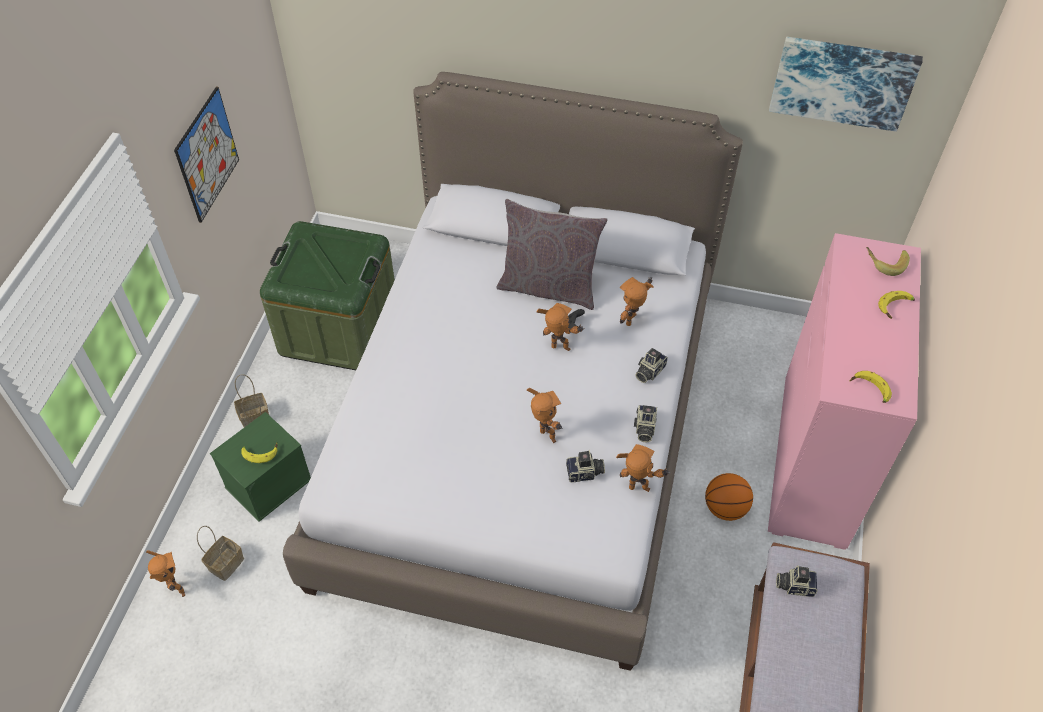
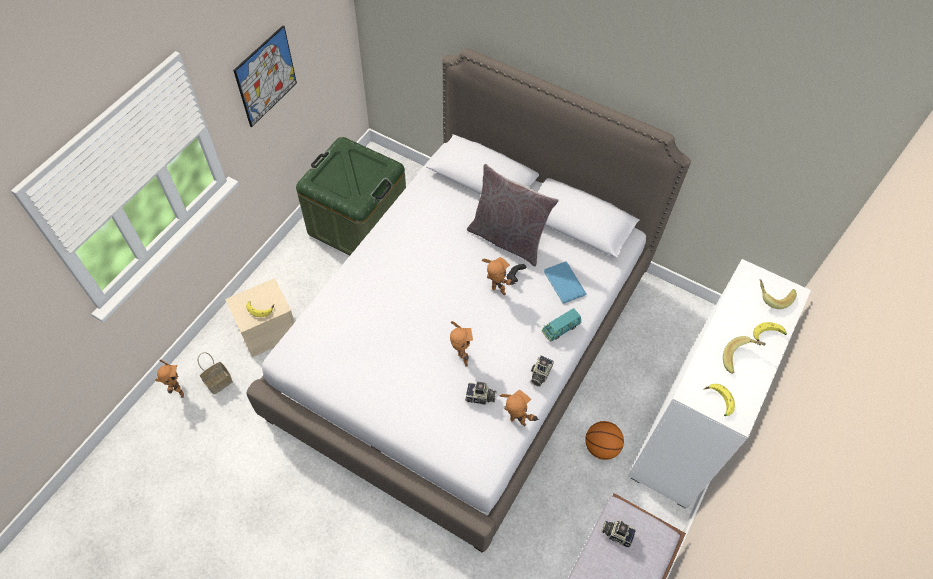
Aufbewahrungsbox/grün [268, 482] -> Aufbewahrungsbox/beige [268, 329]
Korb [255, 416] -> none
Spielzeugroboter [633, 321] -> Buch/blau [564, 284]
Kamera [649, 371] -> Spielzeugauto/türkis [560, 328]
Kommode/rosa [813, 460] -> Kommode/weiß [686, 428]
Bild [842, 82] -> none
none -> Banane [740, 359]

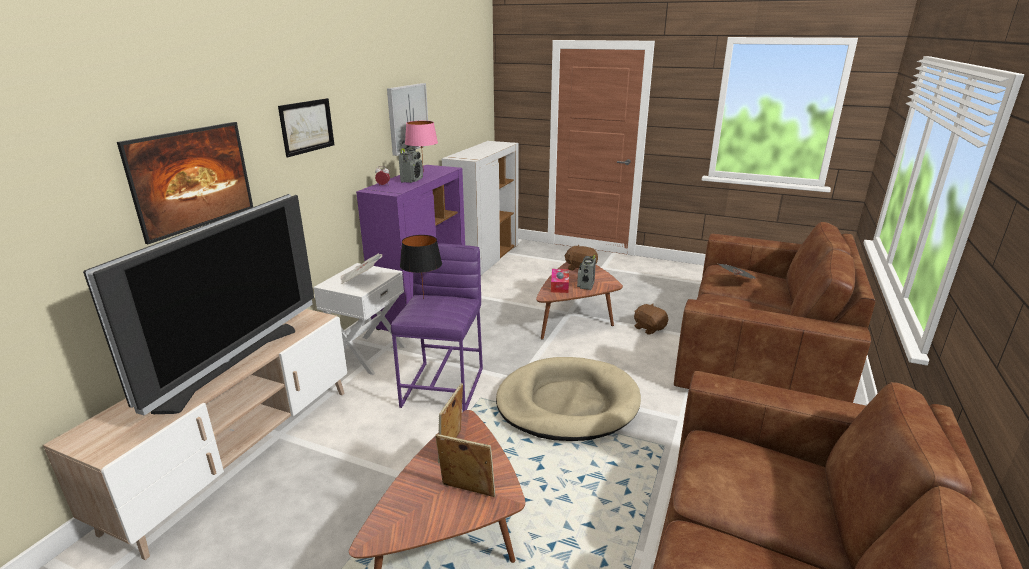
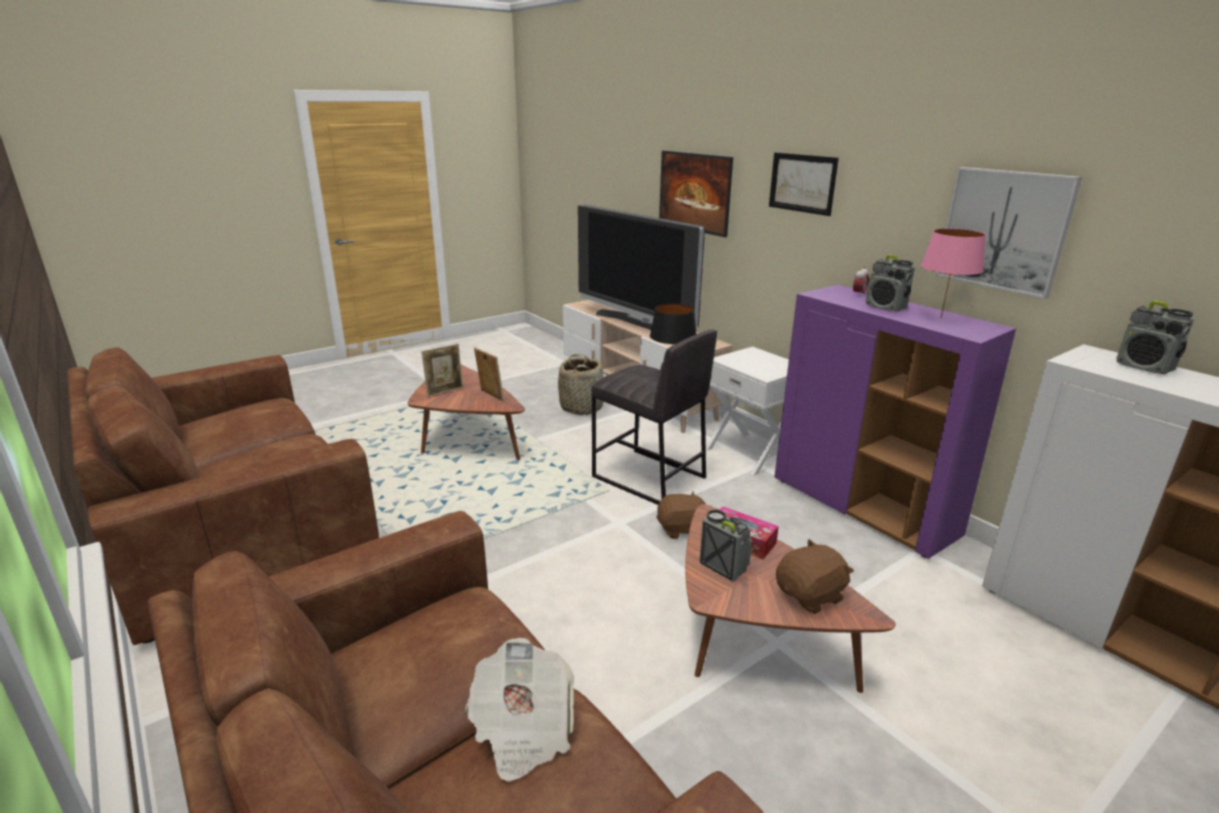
Zeitung [361, 279] -> none
Hocker/lila [444, 386] -> Hocker/grau [649, 477]
Hundebett/beige [567, 403] -> none
Plüschtier/braun [649, 328] -> Plüschtier/braun [682, 529], relocated
none -> Korb [581, 407]
none -> Radio [1144, 367]

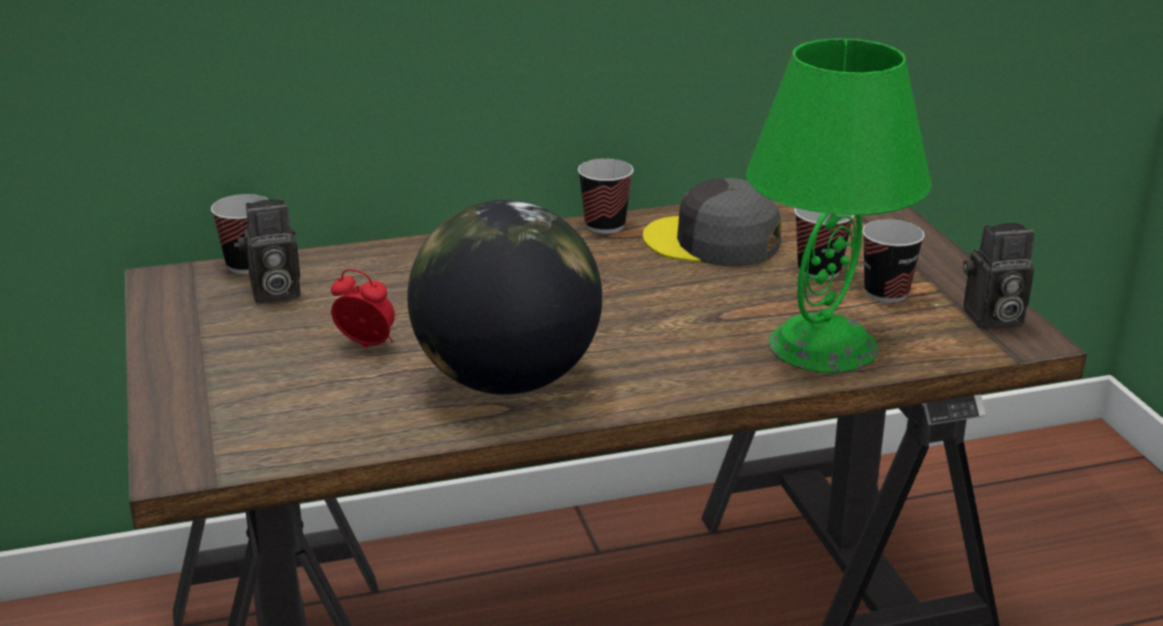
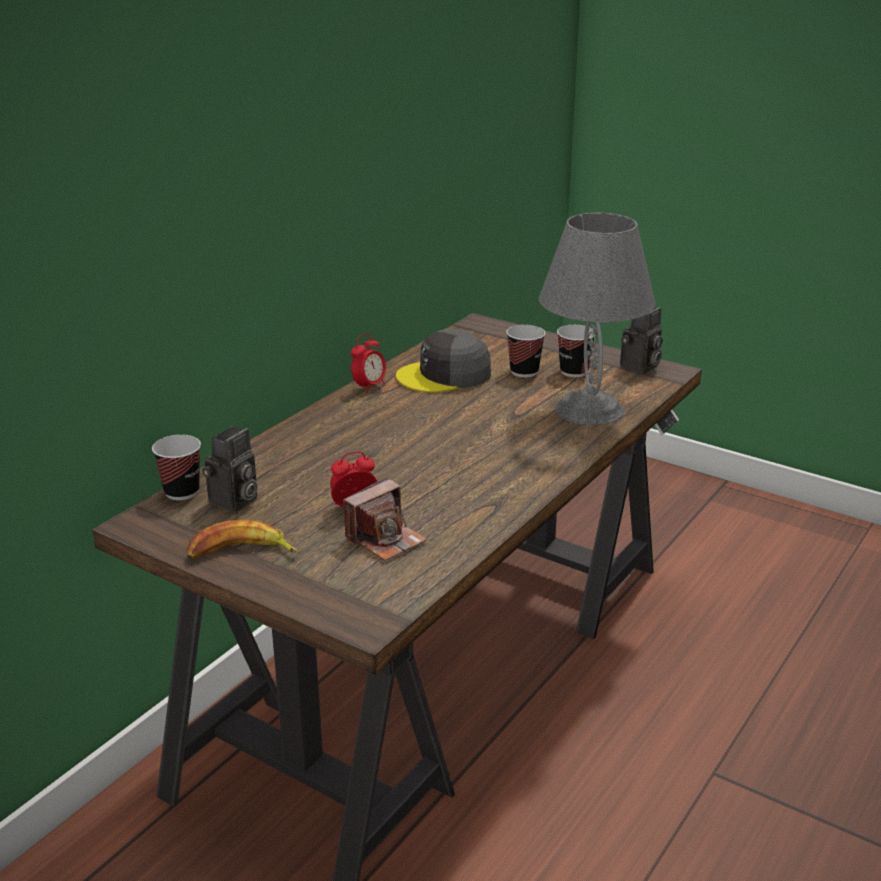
Globus [507, 380] -> none
Tasse [605, 226] -> Wecker [369, 387]
Tischlampe/grün [823, 346] -> Tischlampe/grau [590, 409]
none -> Banane [241, 553]
none -> Kamera [385, 539]

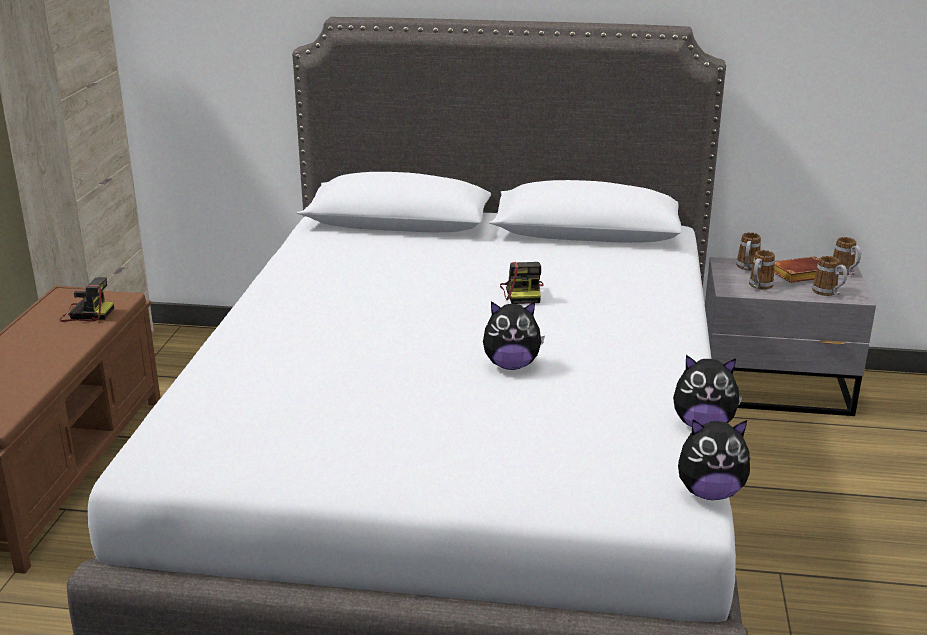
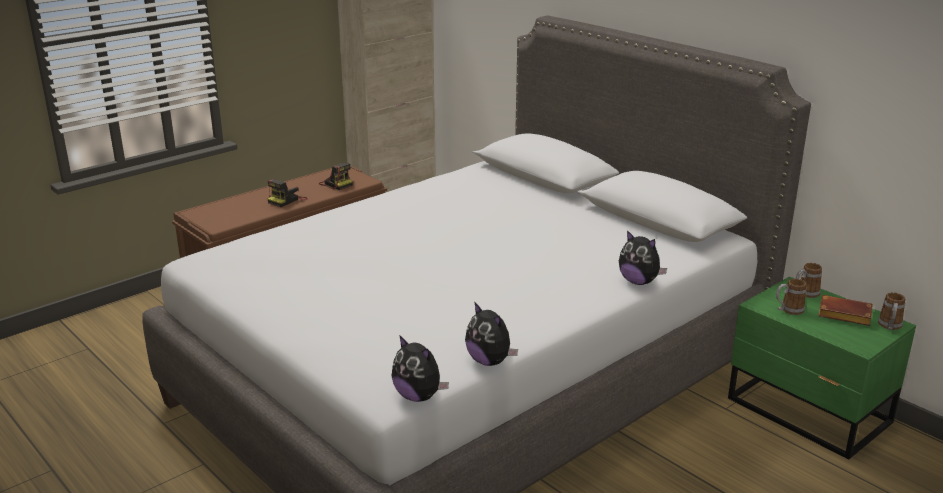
Plüschtier [511, 365] -> Plüschtier [639, 282], relocated
Kamera [523, 293] -> Kamera [287, 200], relocated
Nachttisch/grau [776, 389] -> Nachttisch/grün [809, 412]
Henkelbecher [828, 293] -> none

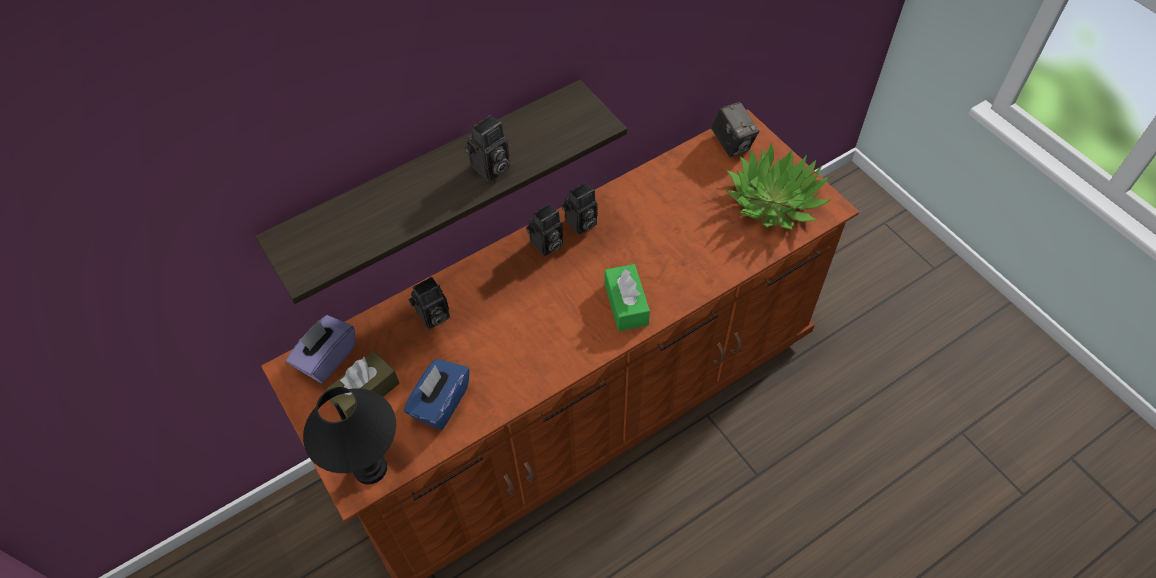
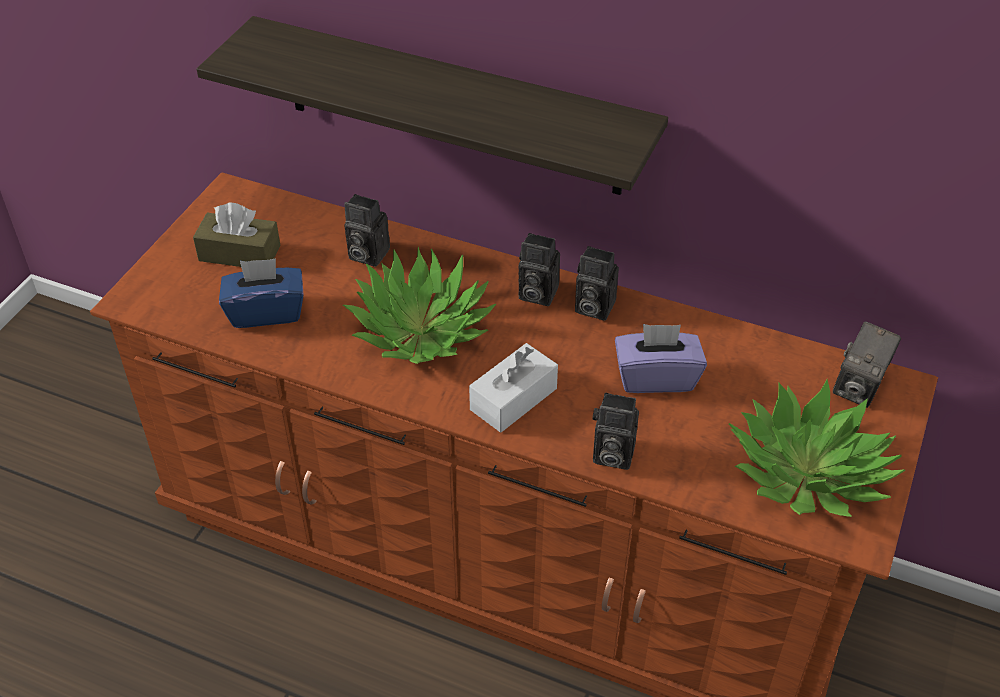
Taschentuchbox/lila [327, 358] -> Taschentuchbox/lila [656, 377], relocated
Tischlampe/schwarz [370, 467] -> none
Kamera [490, 169] -> Kamera [610, 455], relocated
Taschentuchbox/grün [626, 304] -> Taschentuchbox/weiß [513, 399]
none -> Topfpflanze [421, 329]

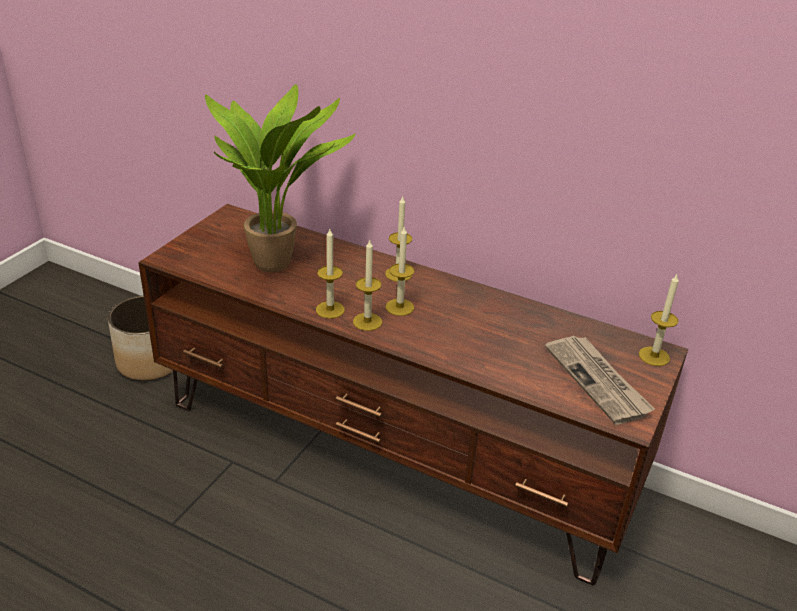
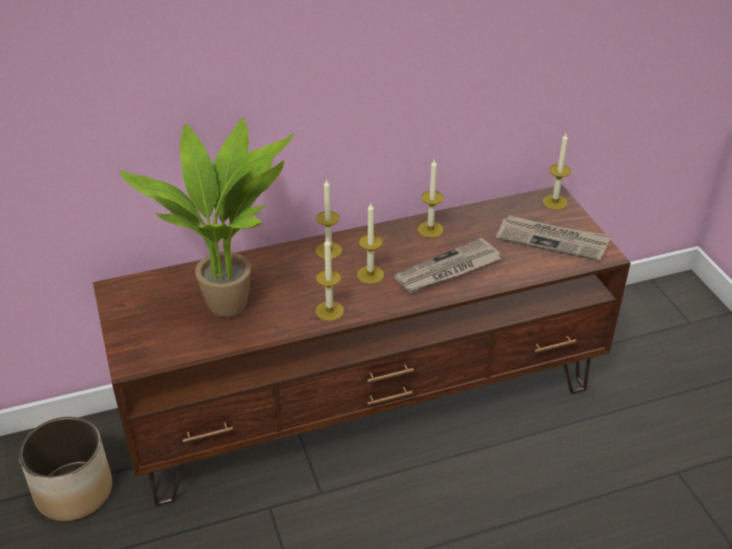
Kerze [367, 322] -> Kerze [430, 229], relocated
none -> Zeitung [448, 270]

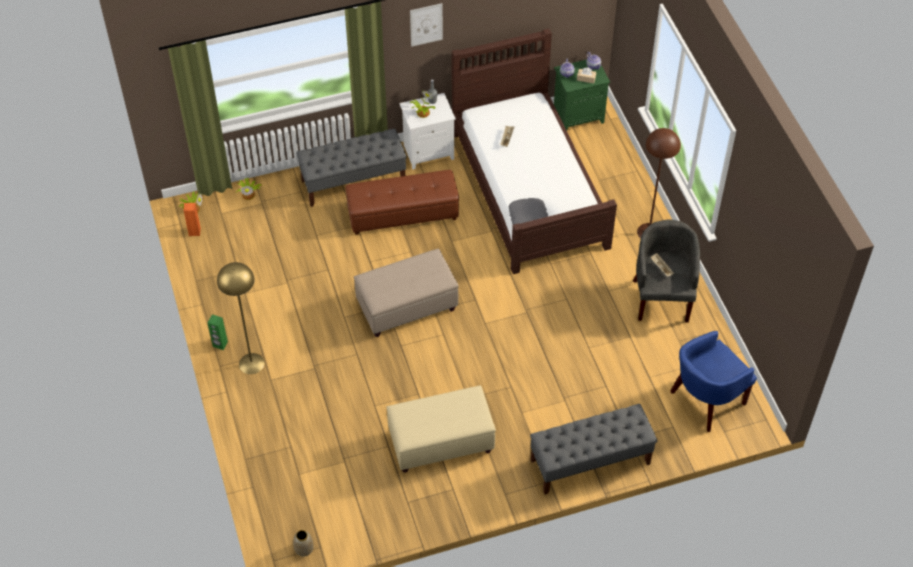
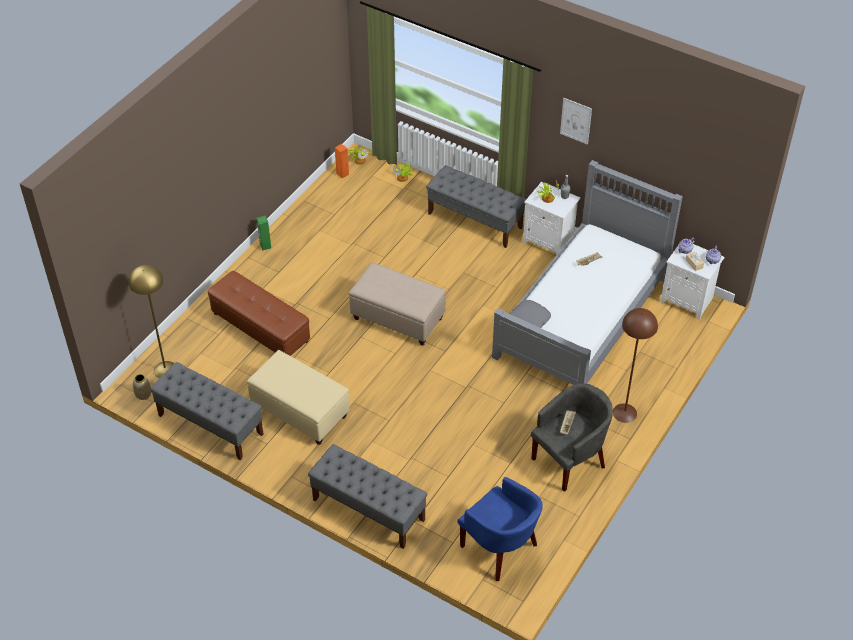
Stehlampe/gelb [251, 363] -> Stehlampe/gelb [165, 370], relocated
Polsterhocker/braun [402, 214] -> Polsterhocker/braun [260, 327], relocated
Bett/braun [528, 188] -> Bett/grau [582, 316]
Nachttisch/grün [578, 115] -> Nachttisch/weiß [688, 300]
Sessel/blau [706, 400] -> Sessel/blau [500, 549], 150 degrees counterclockwise
none -> Bank/grau [210, 425]

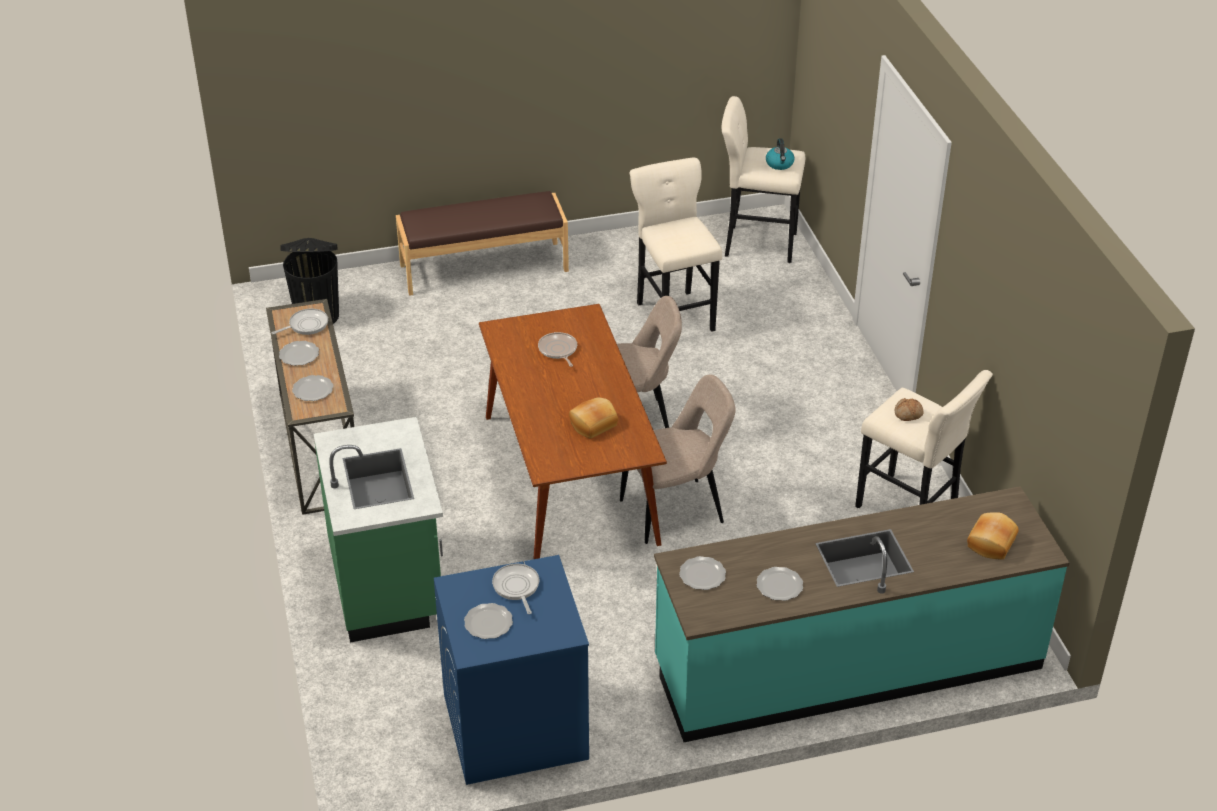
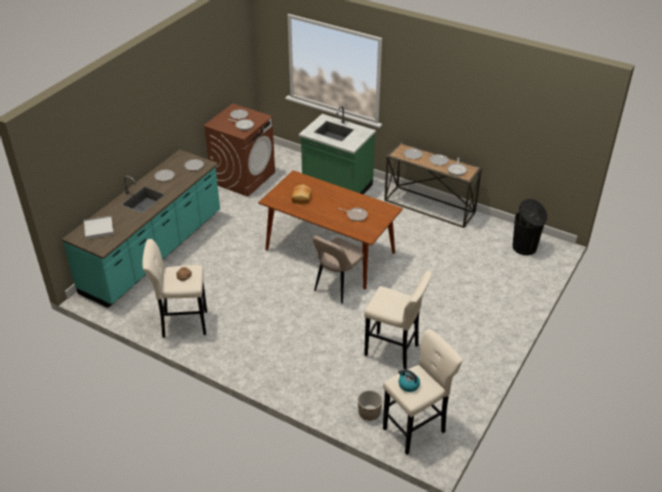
Bank/braun [484, 267] -> none
Waschmaschine/blau [514, 727] -> Waschmaschine/braun [243, 177]
Stuhl/beige [676, 510] -> none
Brot [990, 542] -> Tablett/weiß [99, 229]
none -> Pflanzkübel [369, 413]

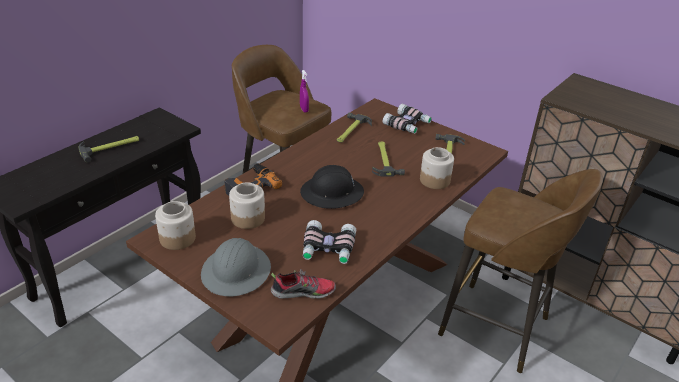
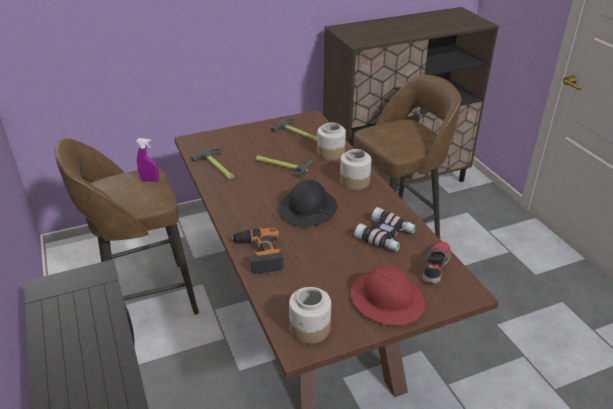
Hammer [110, 148] -> none
Schutzhelm/grau [236, 271] -> Schutzhelm/rot [387, 299]
Vorratsglas [248, 218] -> Vorratsglas [354, 181], relocated
Fernglas [407, 124] -> none

